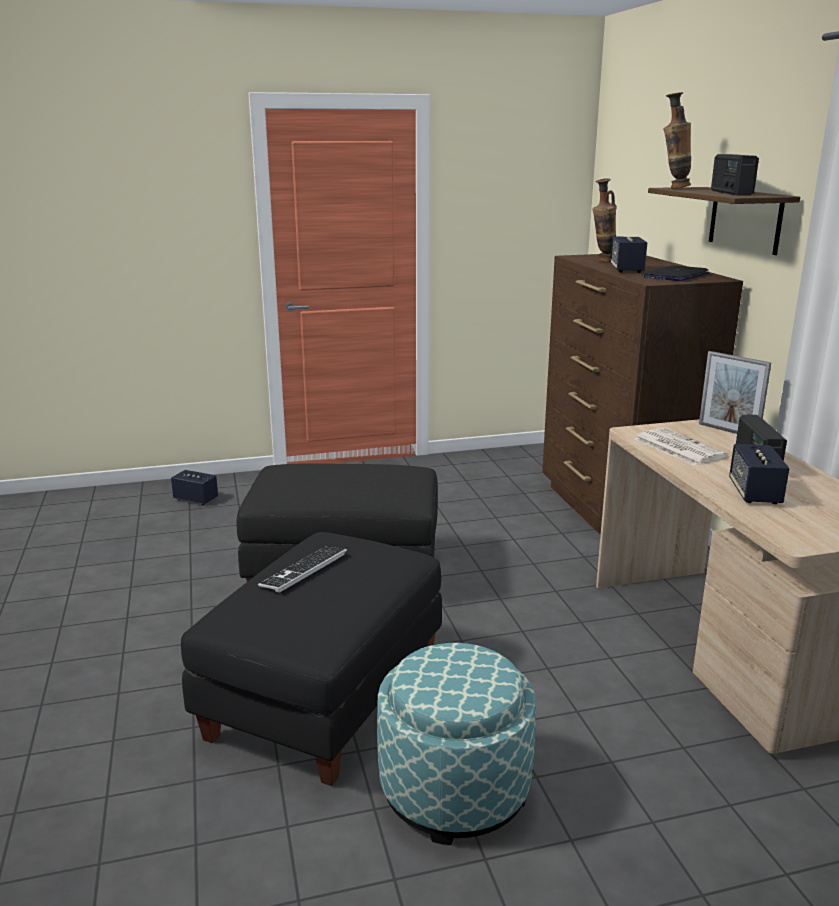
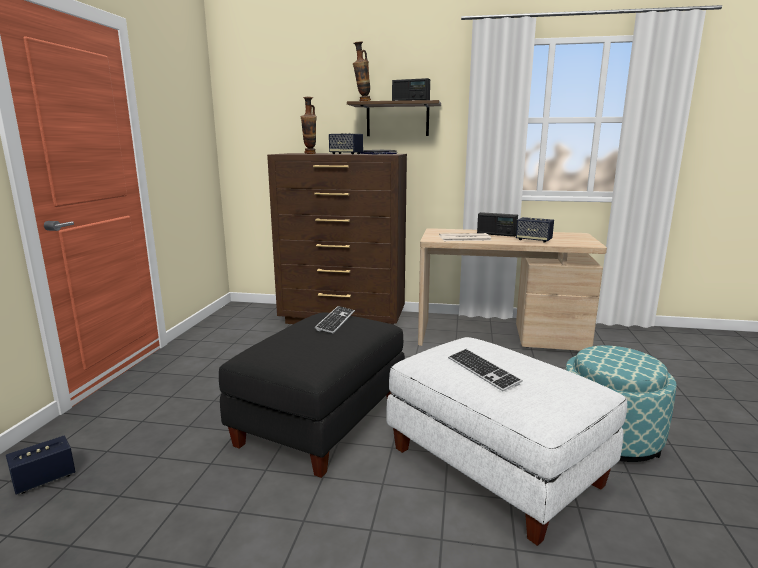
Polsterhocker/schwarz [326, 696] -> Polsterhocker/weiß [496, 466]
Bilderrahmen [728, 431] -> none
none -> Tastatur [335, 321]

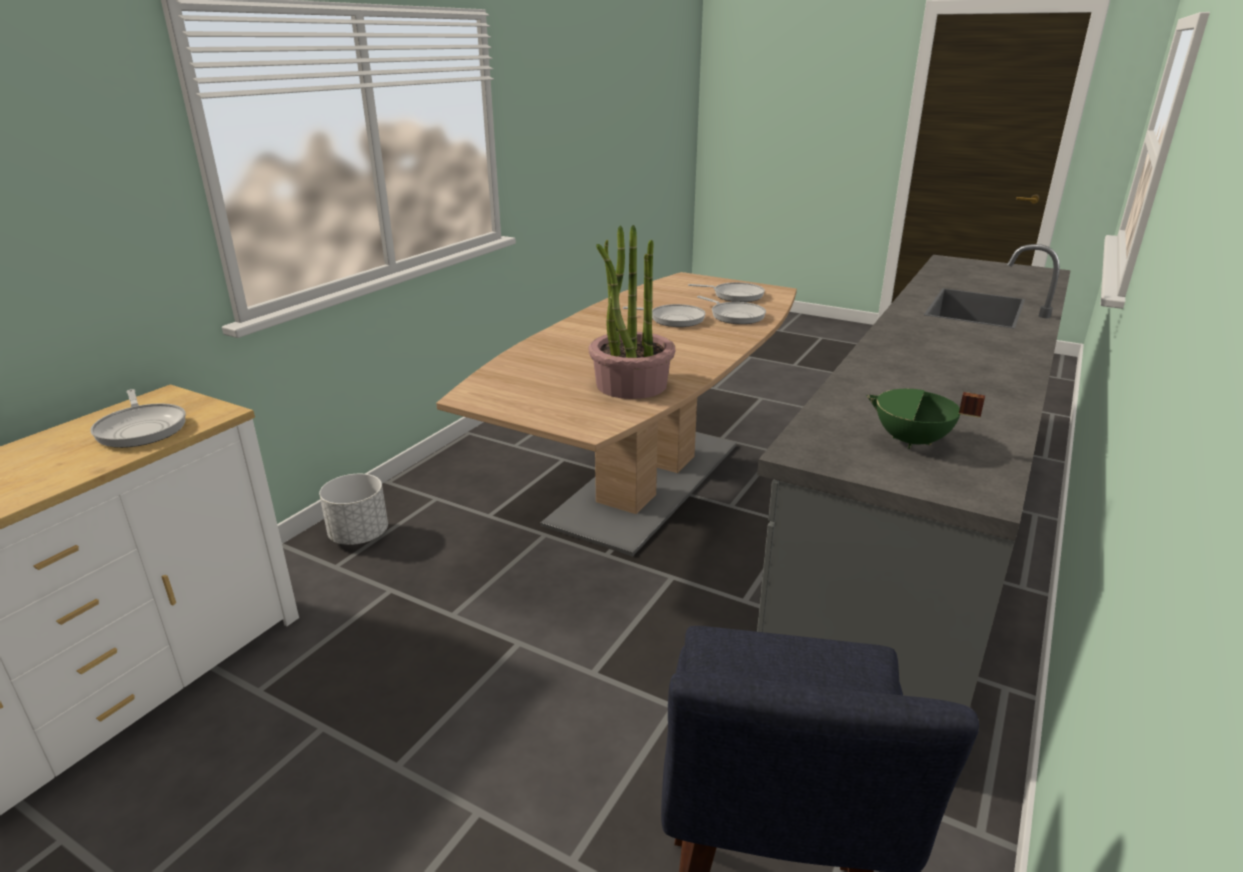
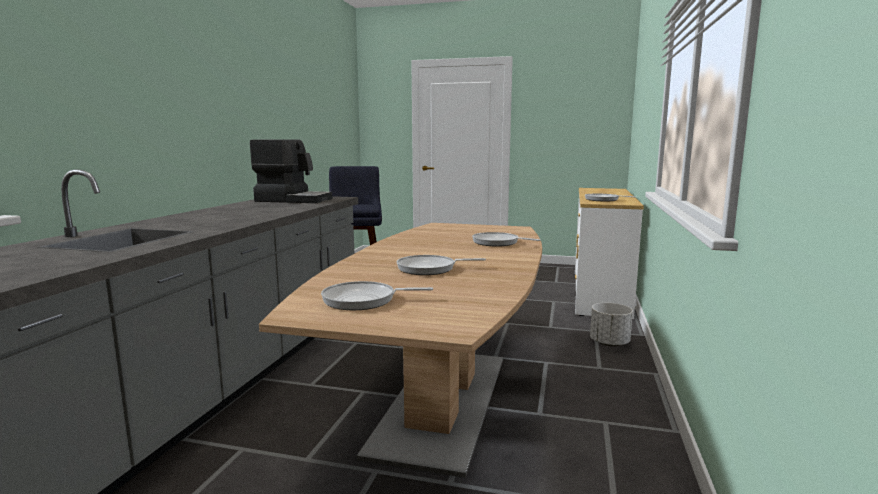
Topfpflanze [631, 385] -> none
Pfanne [735, 316] -> Pfanne [498, 243], relocated
Kochtopf/grün [912, 441] -> Kaffeemaschine [293, 200]

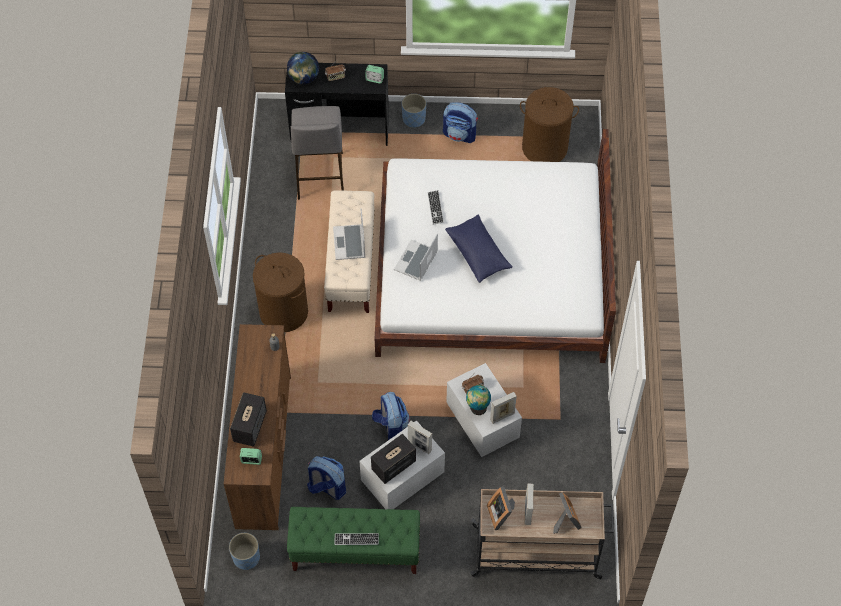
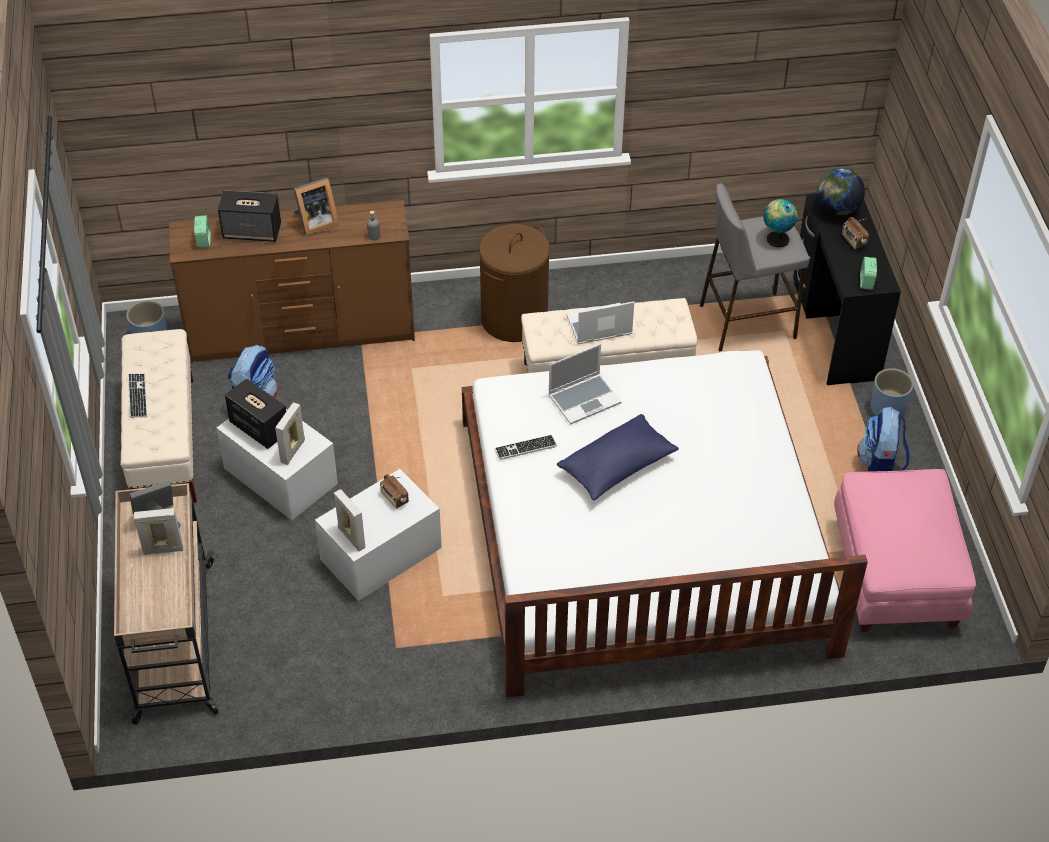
Bank/grün [355, 551] -> Bank/beige [164, 442]
Rucksack [391, 426] -> none
Laptop [416, 262] -> Laptop [584, 399], 135 degrees clockwise
Tastatur [435, 208] -> Tastatur [525, 448], relocated
Globus [477, 408] -> Globus [776, 238], relocated
Wäschekorb/braun [545, 147] -> Polsterhocker/rosa [896, 576]
Bilderrahmen [565, 520] -> Bilderrahmen [315, 222], relocated

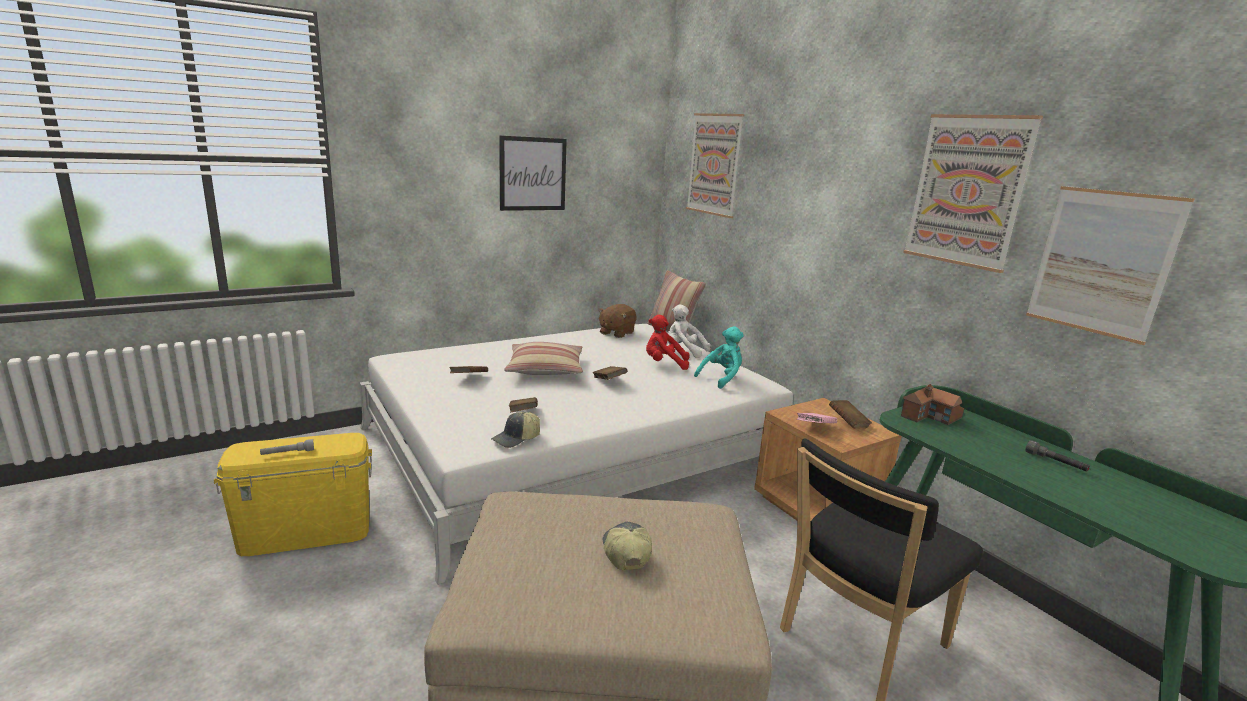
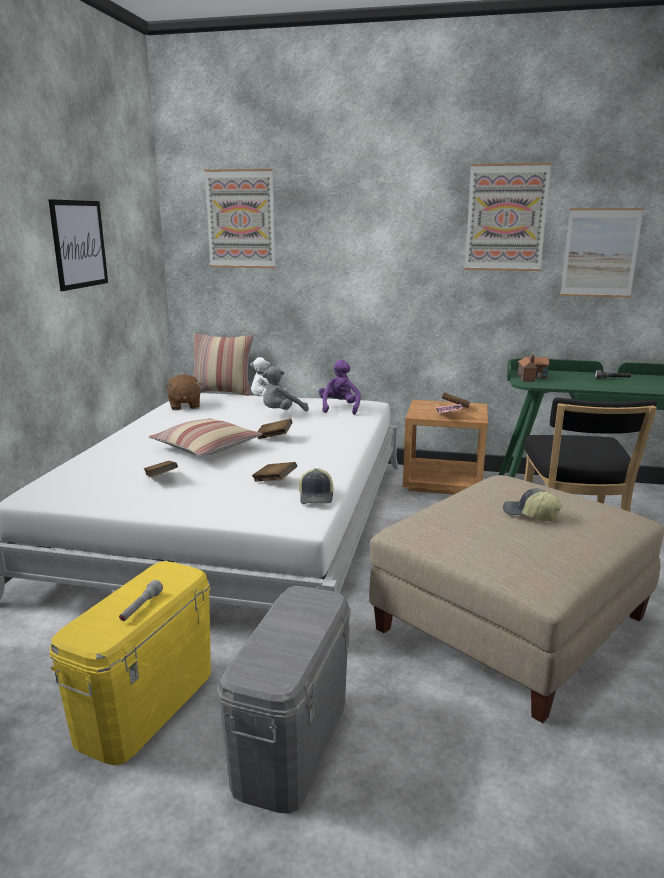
Plüschtier/rot [664, 364] -> Plüschtier/grau [282, 413]
Plüschtier/türkis [721, 378] -> Plüschtier/lila [339, 408]
none -> Aufbewahrungsbox/grau [292, 742]

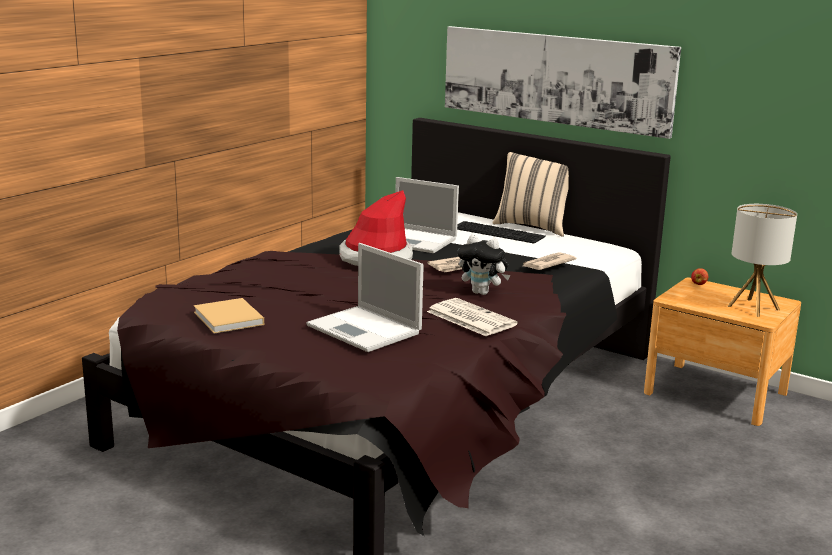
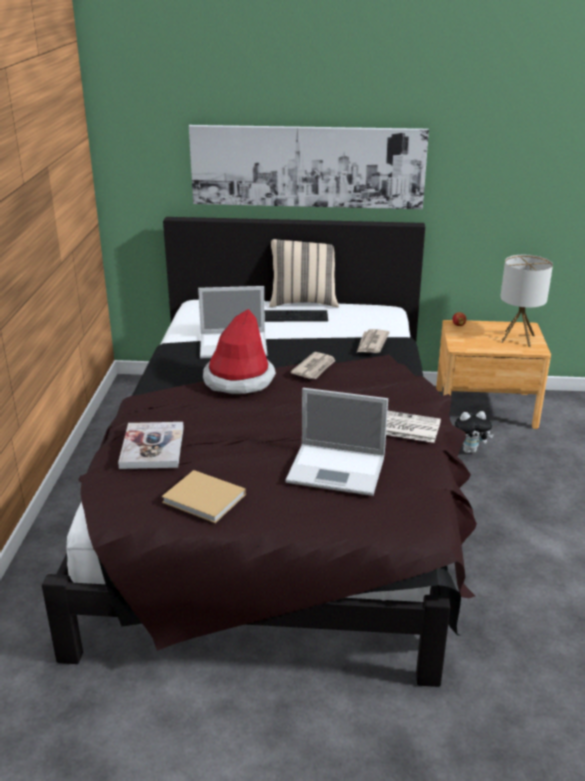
Plüschtier [482, 293] -> Plüschtier [470, 450], relocated
none -> Buch [152, 447]

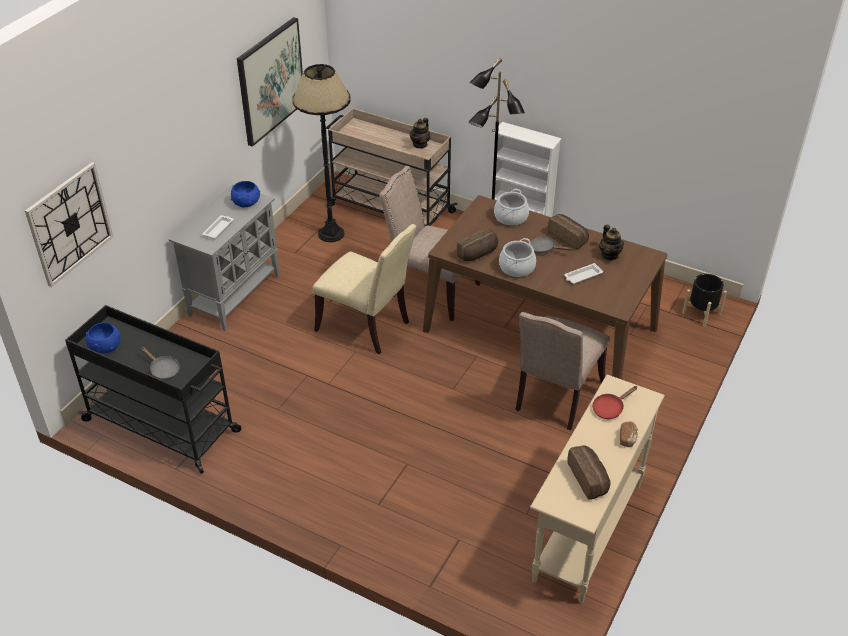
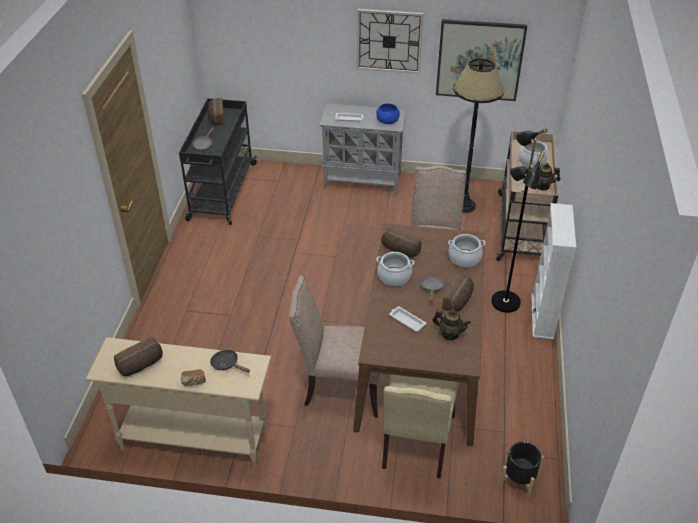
Wanduhr [69, 224] -> Wanduhr [389, 41], relocated
Schüssel/blau [105, 347] -> Brot [216, 117]
Stuhl/beige [367, 326] -> Stuhl/beige [416, 444], relocated
Pfanne/rot [610, 408] -> Pfanne/schwarz [227, 364]
Teekanne [610, 255] -> Teekanne [450, 334], 120 degrees counterclockwise
none -> Kochtopf [532, 161]

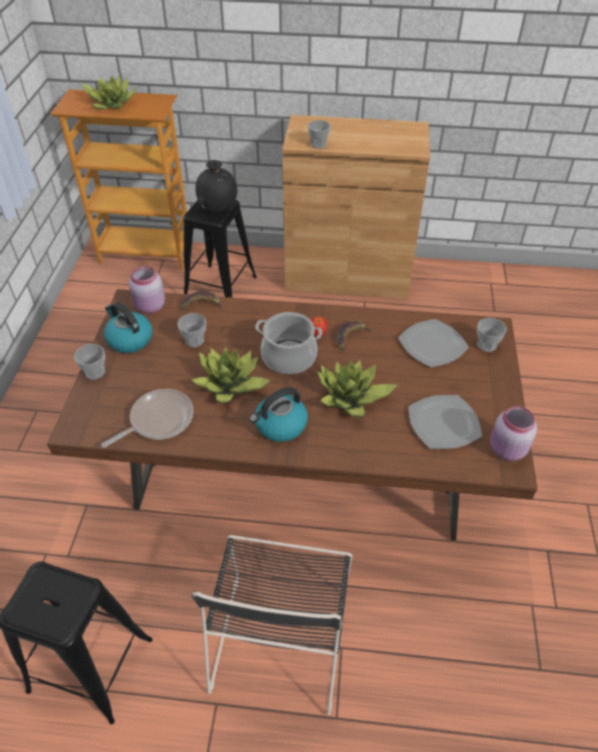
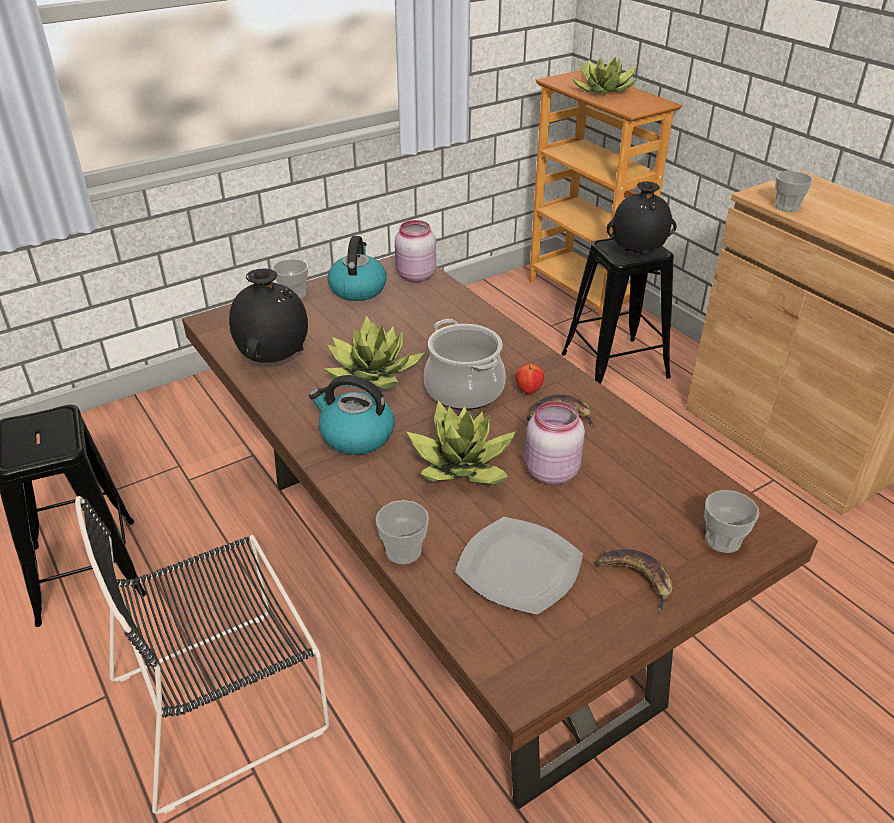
Pfanne [158, 420] -> Vase/schwarz [274, 358]
Tasse [194, 340] -> Tasse [403, 551], relocated
Banane [201, 304] -> Banane [636, 579], relocated
Teller [432, 344] -> none
Vorratsglas/rosa [506, 450] -> Vorratsglas/rosa [549, 472], relocated

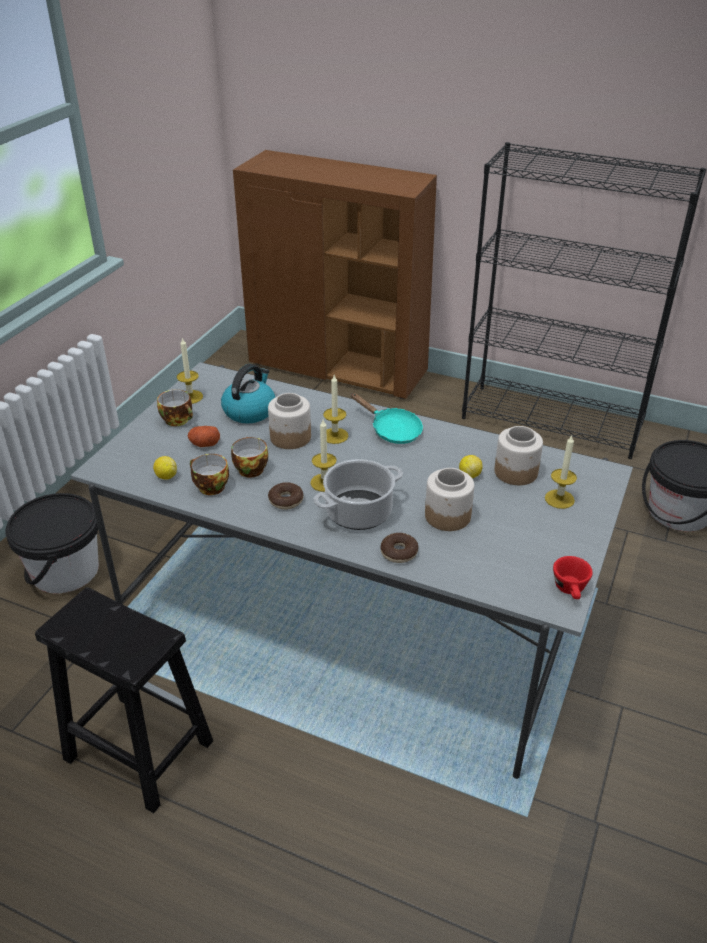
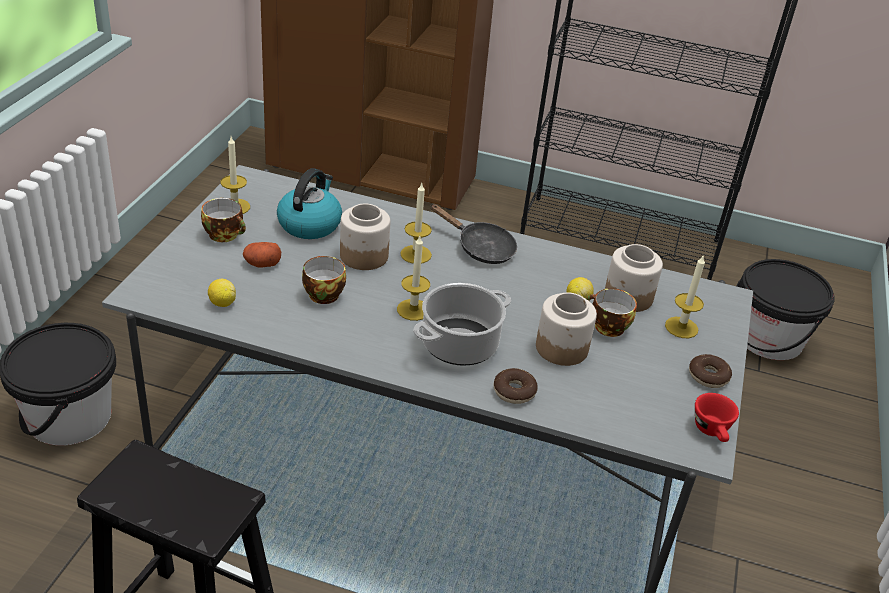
Tasse [209, 487] -> Tasse [606, 327], relocated
Donut [286, 500] -> Donut [708, 376], relocated
Pfanne/türkis [392, 430] -> Pfanne/schwarz [480, 248]

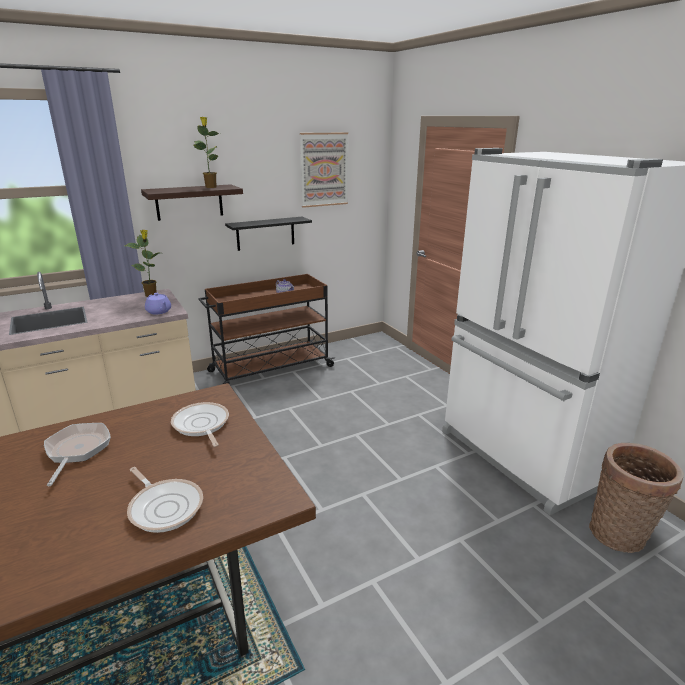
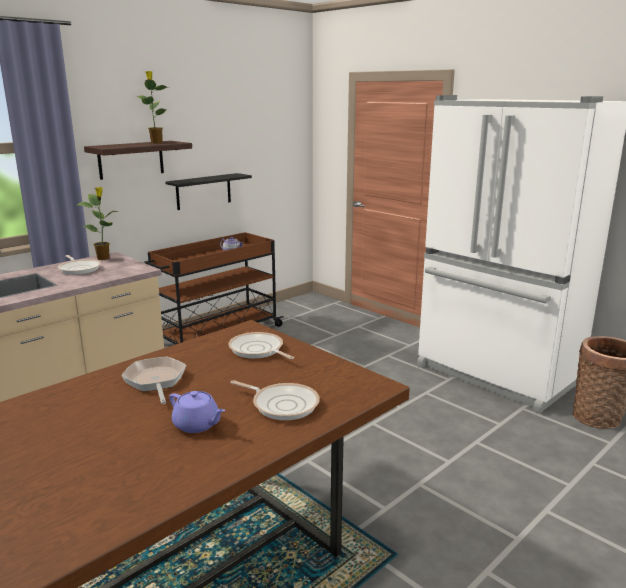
Teekanne/lila [159, 311] -> Teekanne/lila [197, 425], relocated
Bild [324, 170] -> none
none -> Pfanne [79, 269]

